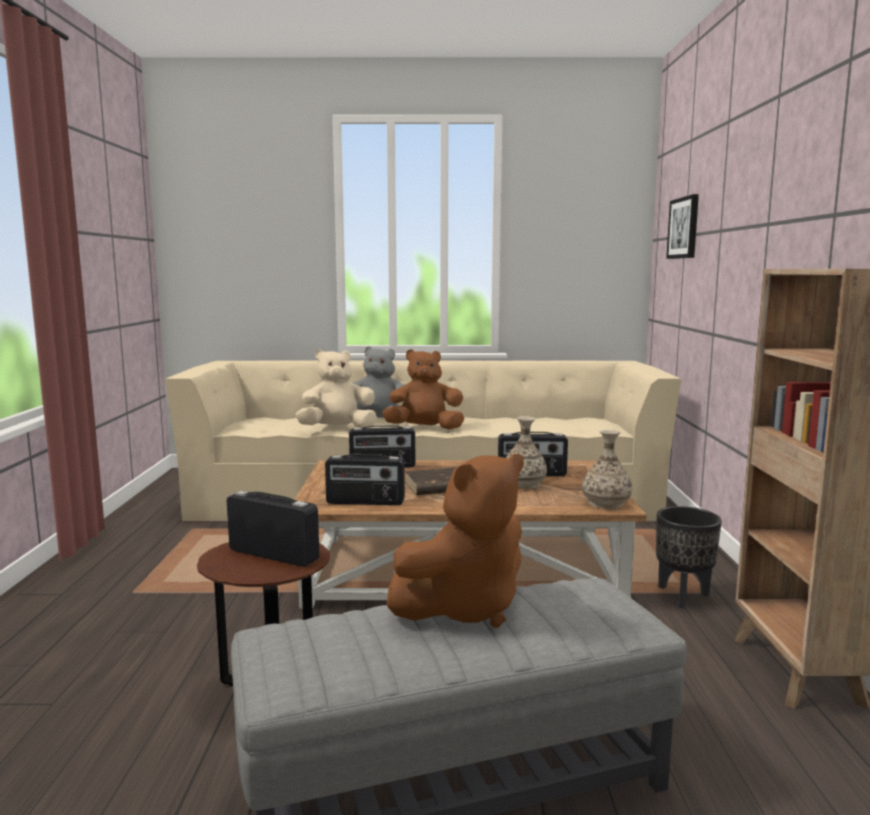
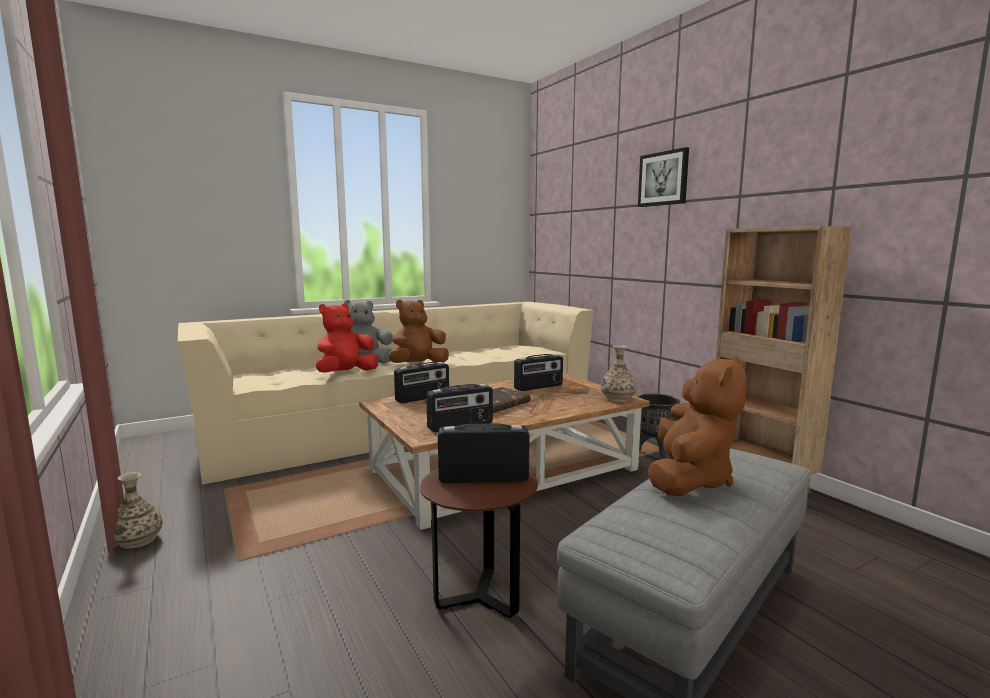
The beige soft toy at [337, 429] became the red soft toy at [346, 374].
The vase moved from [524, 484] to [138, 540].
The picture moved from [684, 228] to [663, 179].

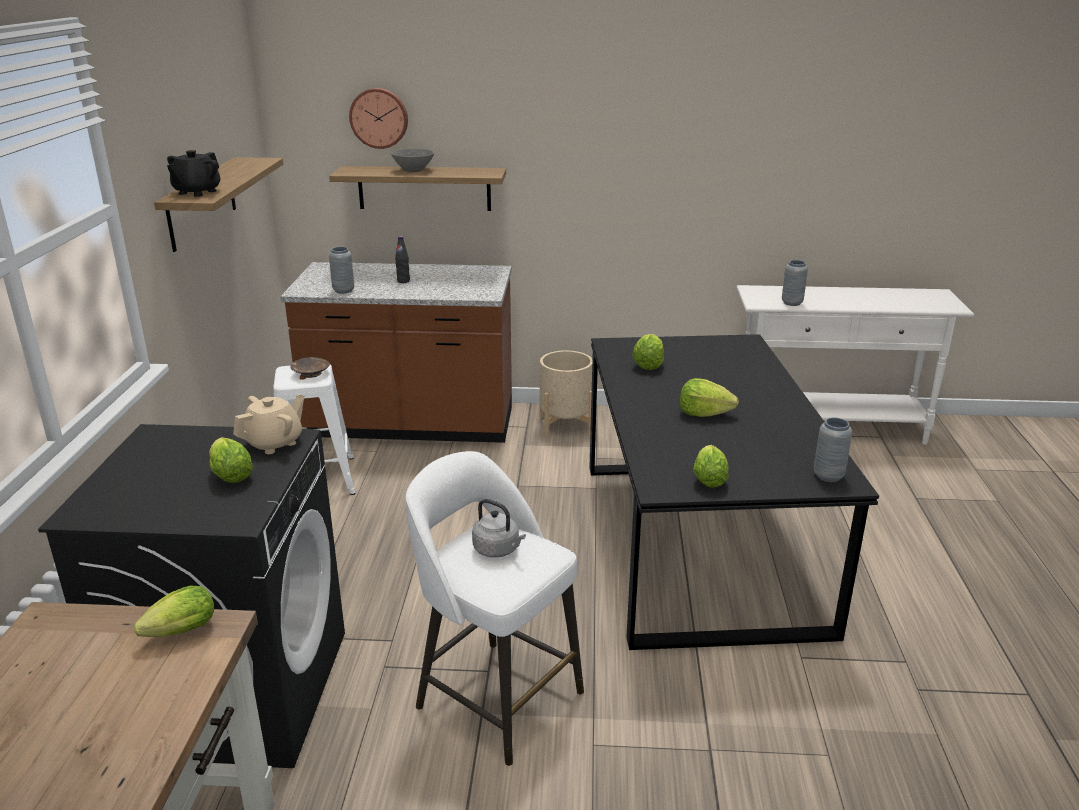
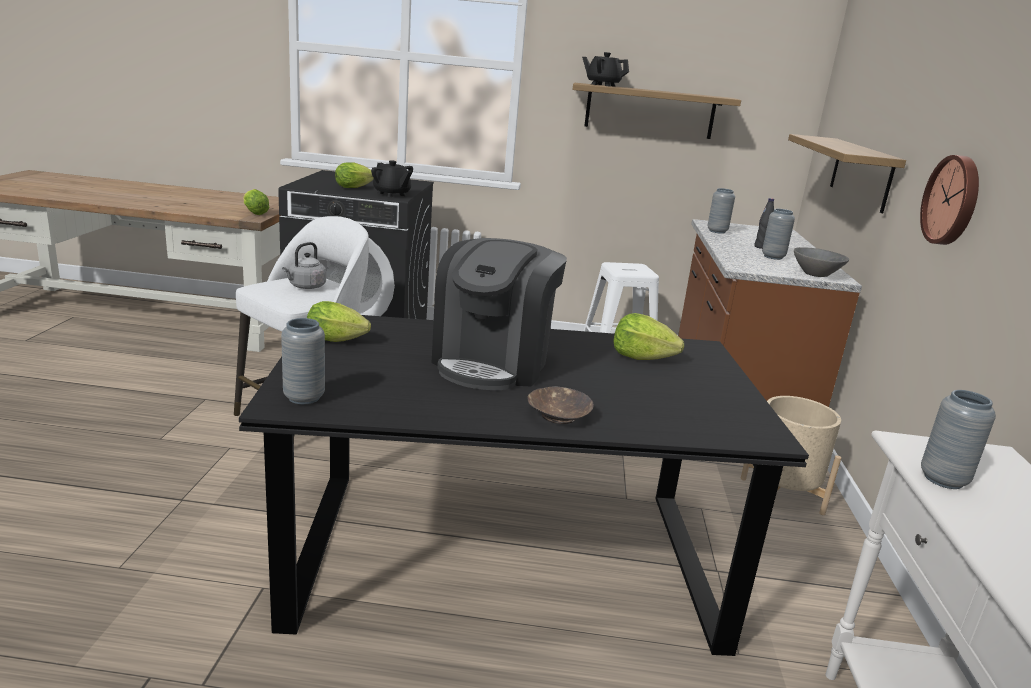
The beige teapot at [274, 443] became the black-coloured teapot at [391, 194].
The brownish bowl moved from [310, 373] to [558, 415].
The wall clock moved from [379, 118] to [953, 200].
The gray bowl moved from [414, 170] to [816, 275].
The head of lettuce at [704, 413] was replaced by the coffee brewer at [493, 363].
The gray vase at [773, 257] appeared.

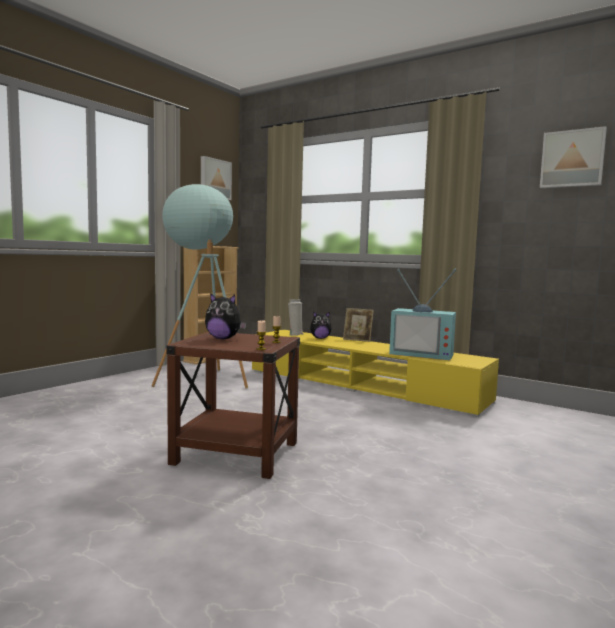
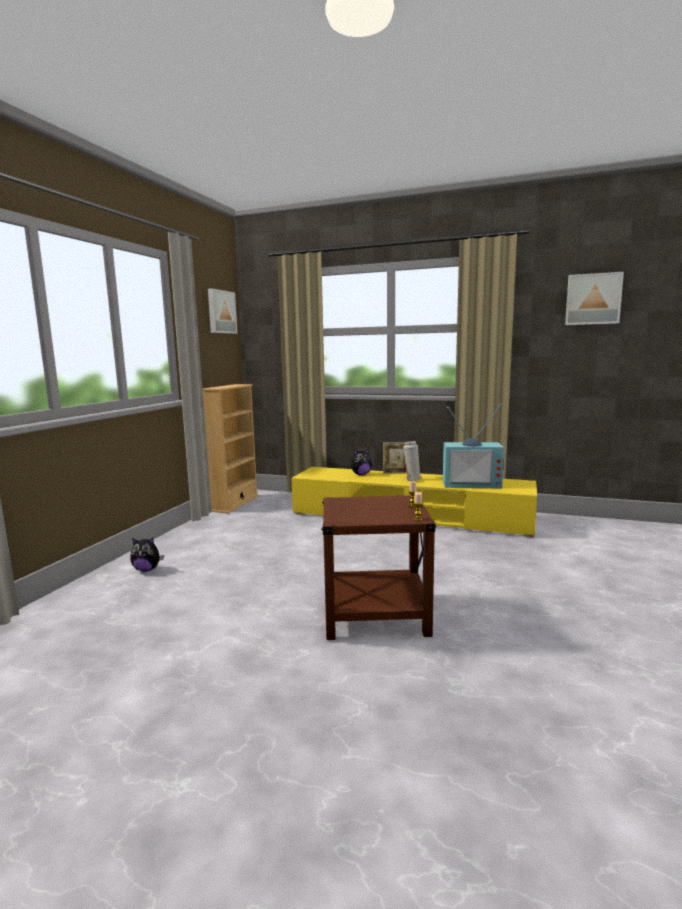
The blue-green floor lamp at [202, 377] disappeared.
The soft toy moved from [223, 339] to [147, 569].
The white-coloured vase moved from [295, 335] to [412, 479].

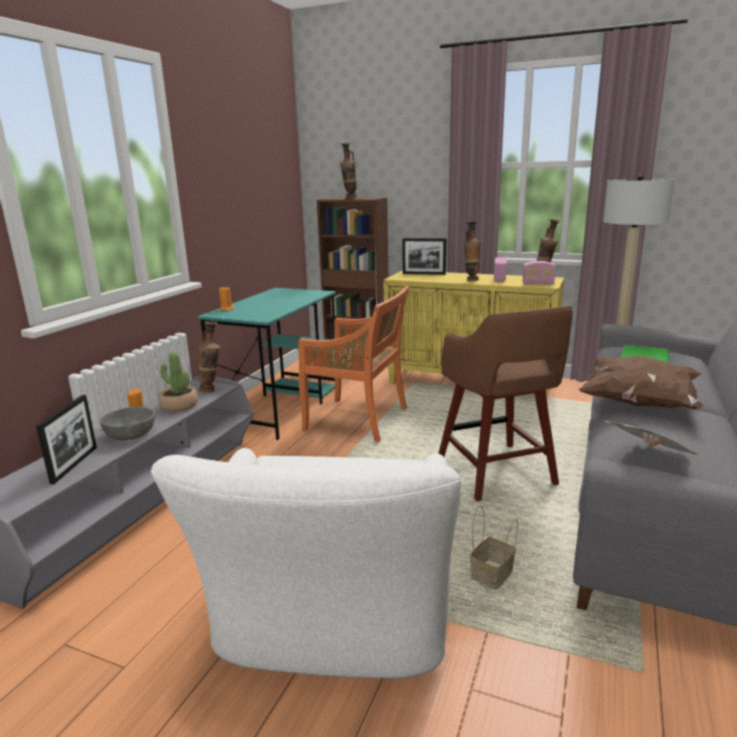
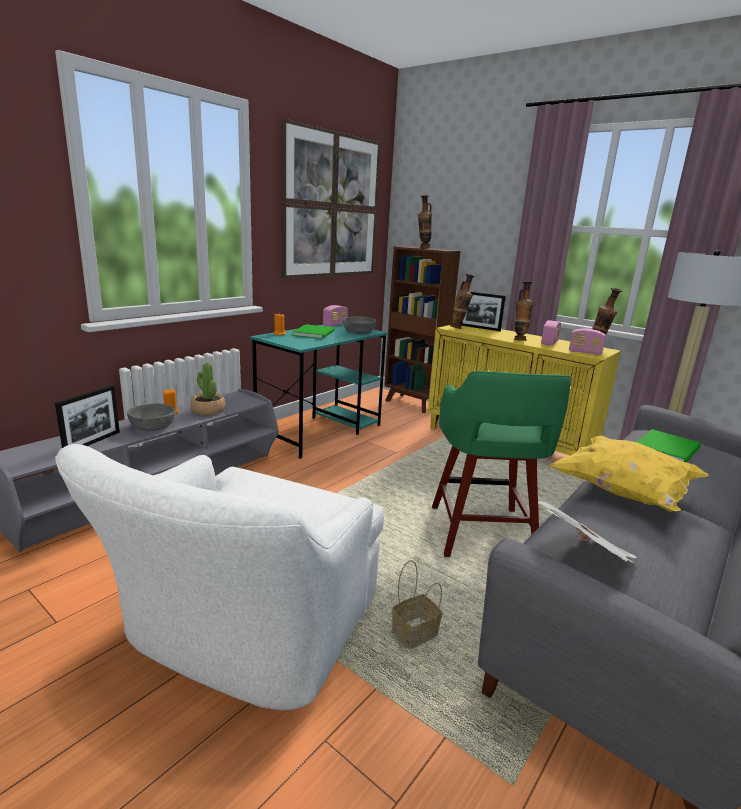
The vase moved from [212, 390] to [459, 328].
The orange upright chair at [358, 420] disappeared.
The brownish stool at [497, 473] became the green-coloured stool at [482, 534].
The brownish throw pillow at [638, 403] became the yellowish throw pillow at [623, 493].
The picture at [331, 206] appeared.
The green-coloured book at [315, 333] appeared.
The radio at [335, 325] appeared.
The gray bowl at [359, 332] appeared.

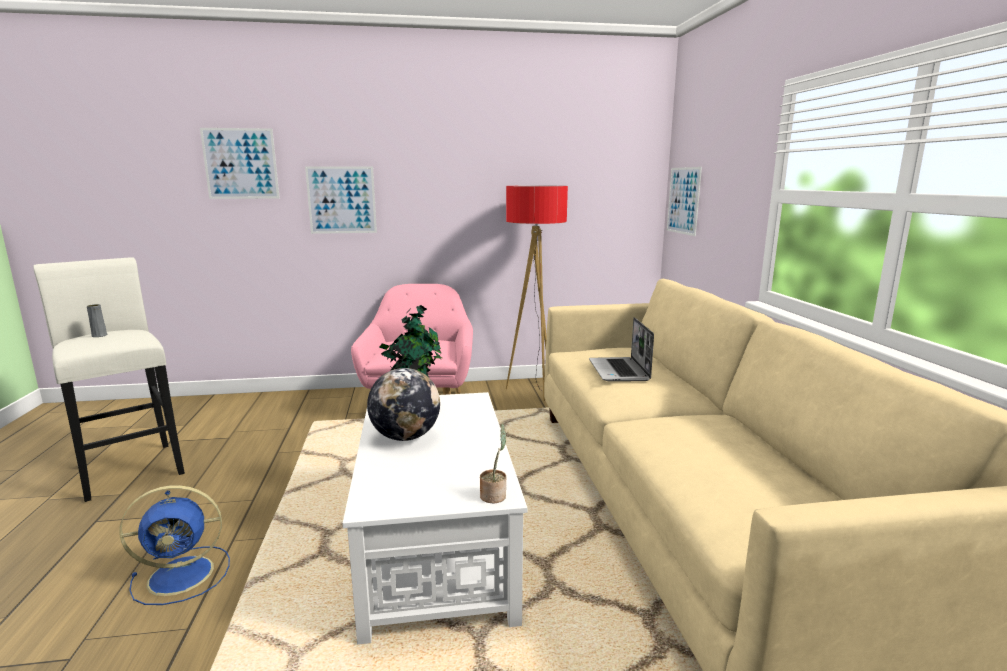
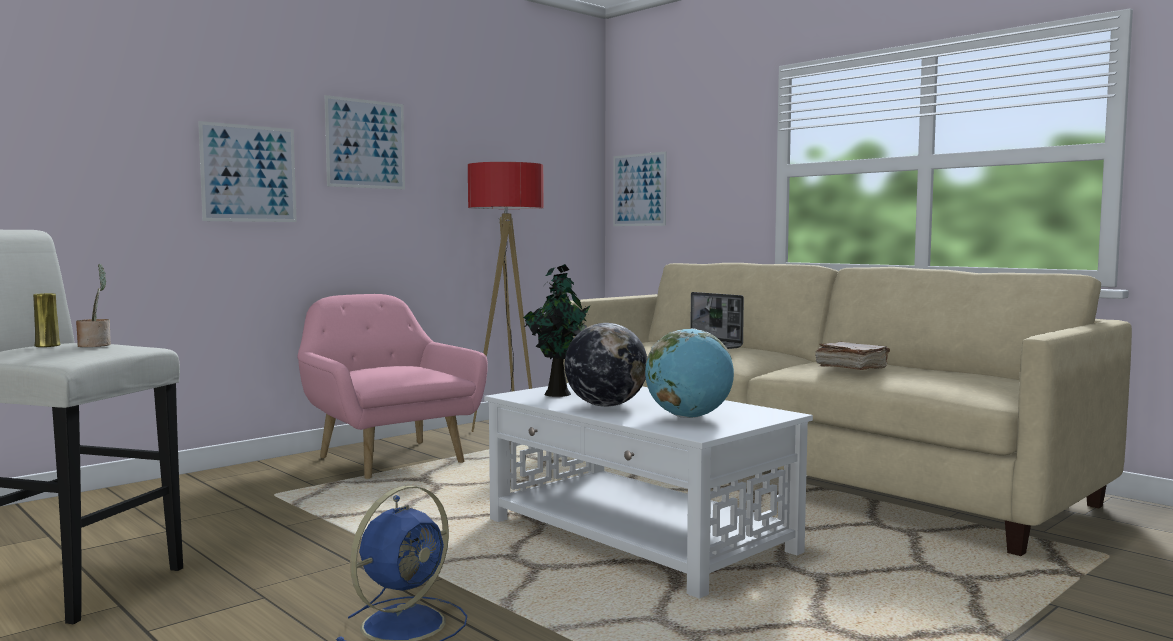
The gray vase at [99, 335] became the yellowish vase at [47, 346].
The picture moved from [240, 163] to [365, 144].
The potted plant moved from [494, 495] to [95, 345].
The world globe at [689, 417] appeared.
The brownish book at [850, 368] appeared.

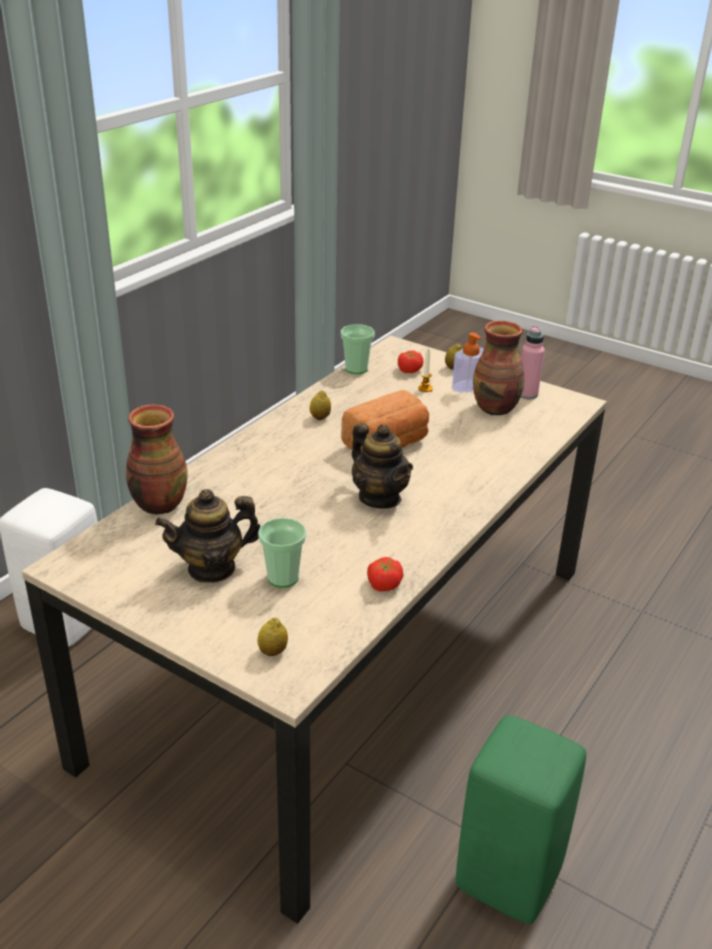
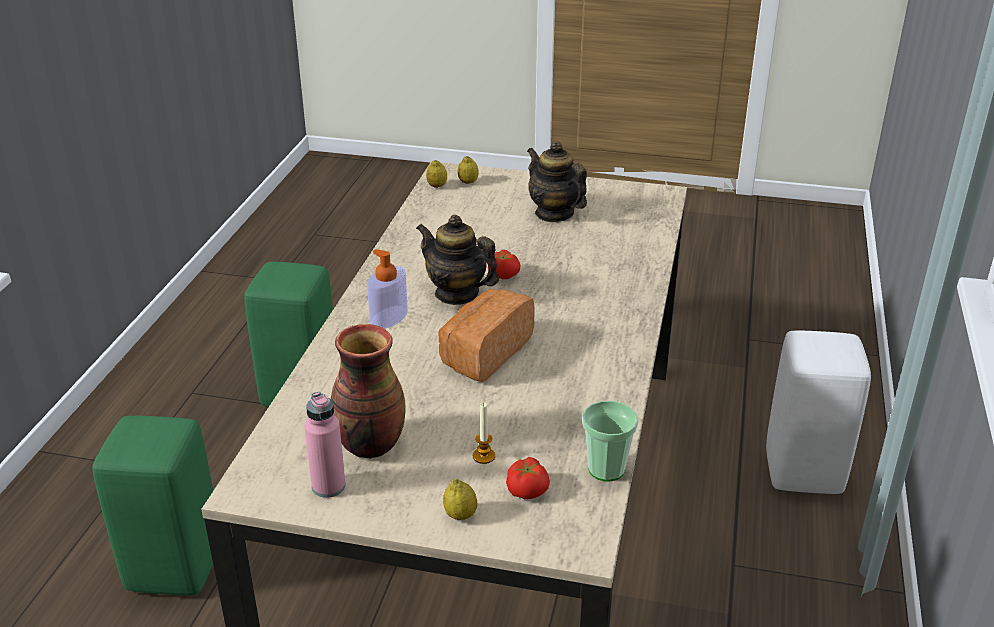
The vase at [158, 504] disappeared.
The teapot at [212, 568] turned 90 degrees counterclockwise.
The cup at [283, 577] disappeared.
The lemon moved from [320, 417] to [437, 186].
The whole tomato moved from [383, 584] to [504, 275].
The liquid soap bottle moved from [467, 386] to [389, 317].
The green-coloured stool at [174, 567] appeared.

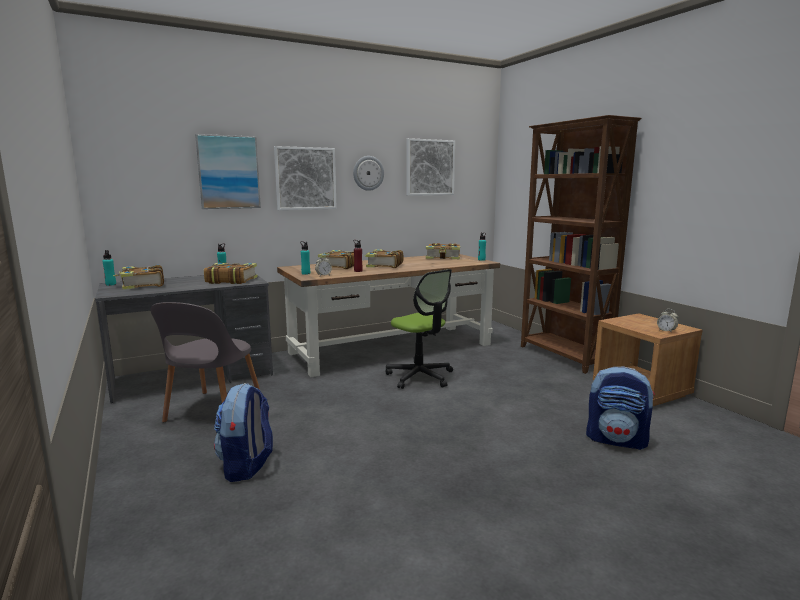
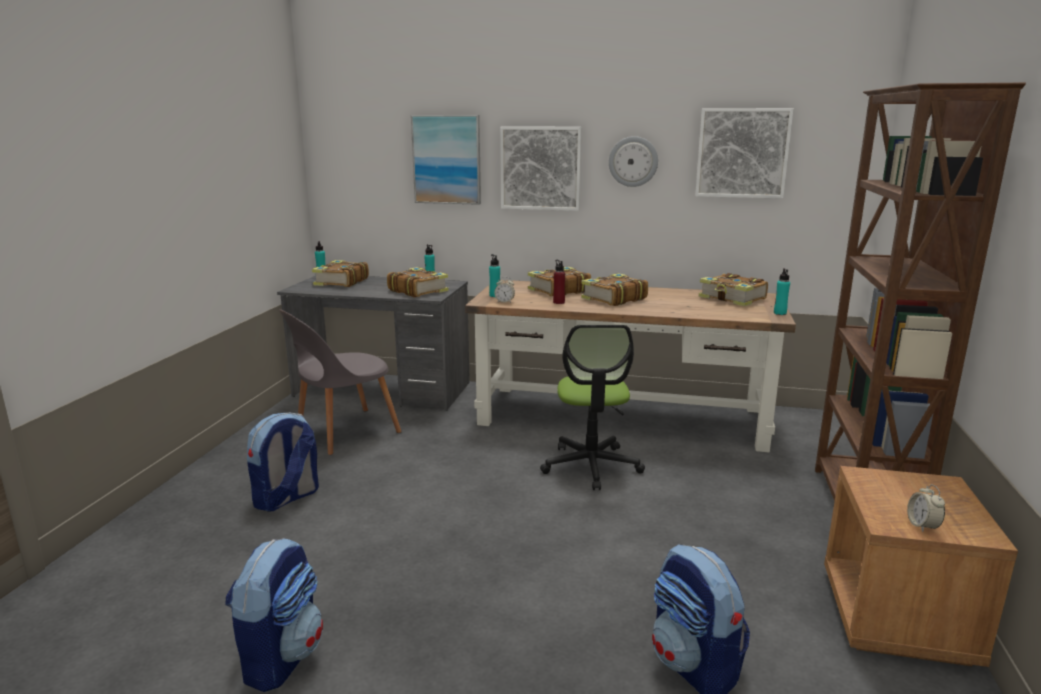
The knapsack at [281, 657] appeared.

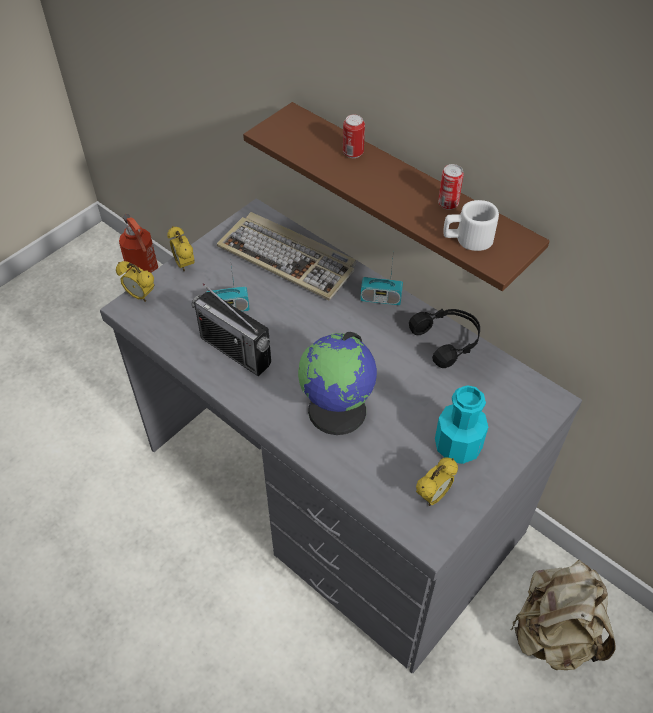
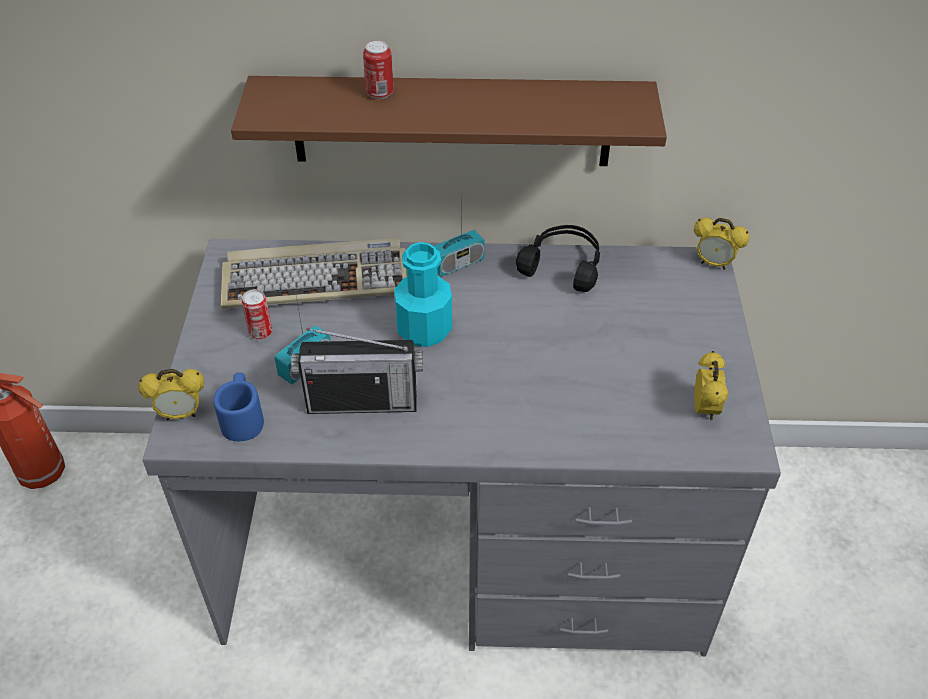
The table clock moved from [184, 264] to [713, 263].
The world globe at [338, 410] disappeared.
The blue-green bottle moved from [457, 446] to [424, 329].
The sealed can moved from [448, 204] to [260, 332].
The white-coloured mug at [467, 239] disappeared.
The beige knapsack at [554, 633] disappeared.
The blue mug at [243, 418] appeared.

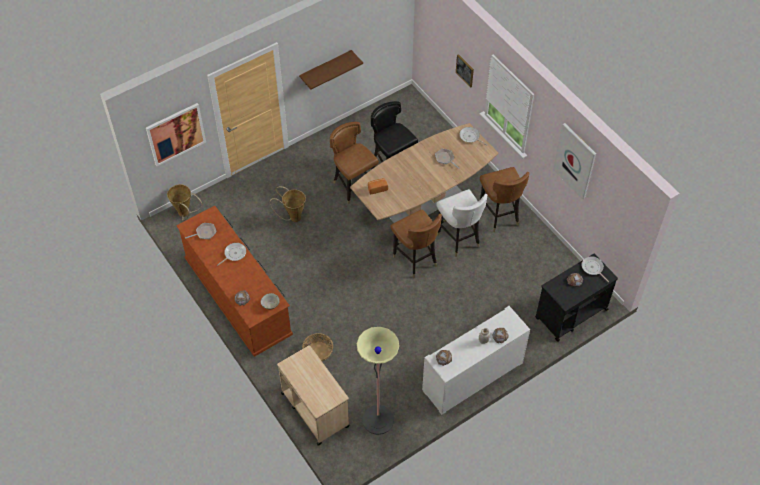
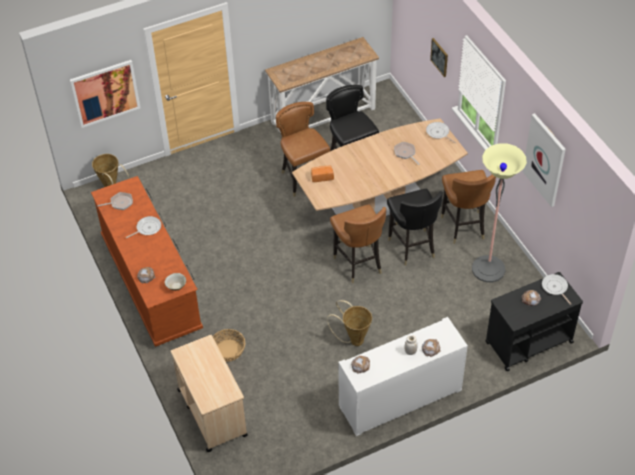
The storage basket moved from [293, 217] to [353, 339].
The brownish bracket shelf at [325, 68] disappeared.
The floor lamp moved from [378, 420] to [488, 269].
The white-coloured upright chair at [459, 239] became the black-coloured upright chair at [412, 247].
The console table at [323, 115] appeared.

